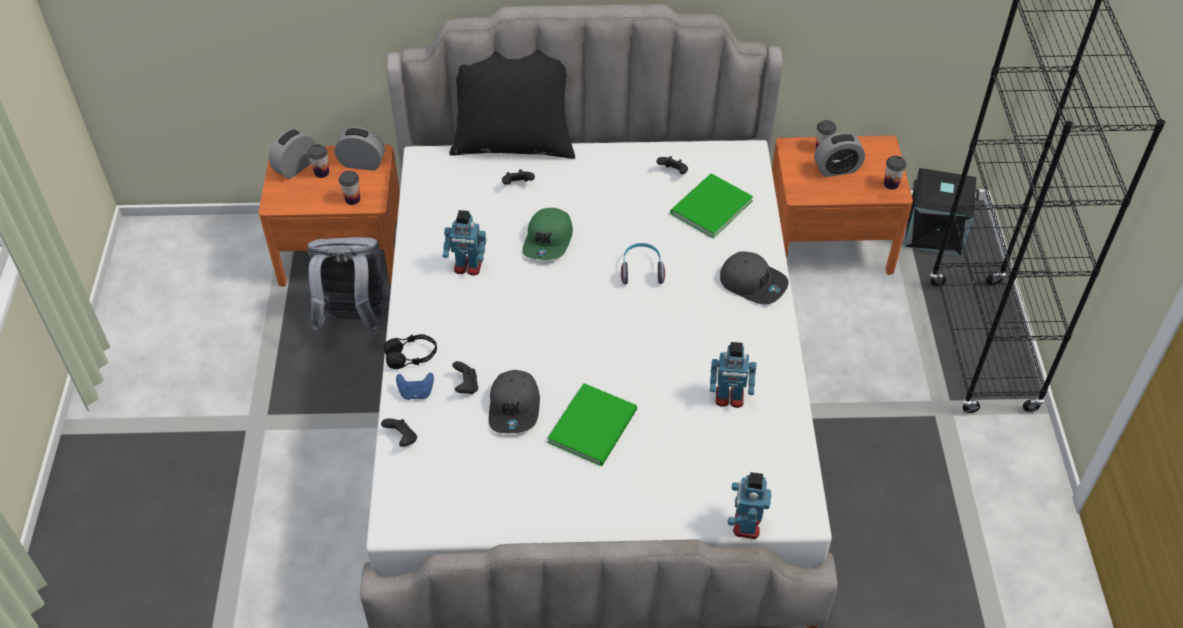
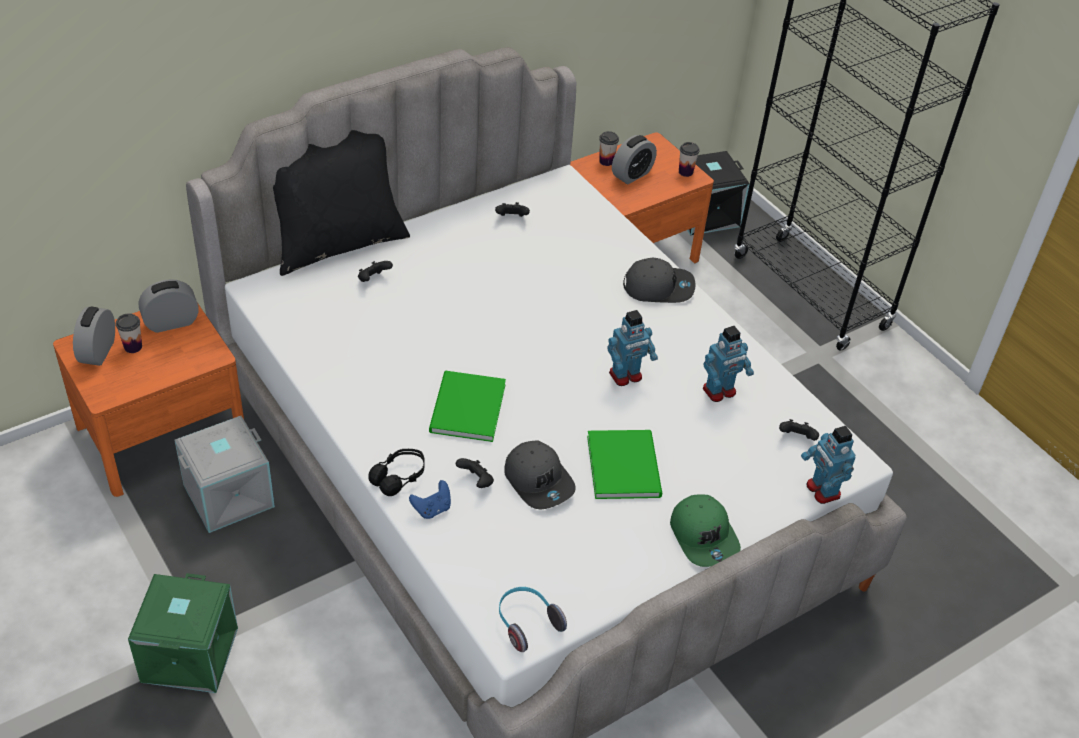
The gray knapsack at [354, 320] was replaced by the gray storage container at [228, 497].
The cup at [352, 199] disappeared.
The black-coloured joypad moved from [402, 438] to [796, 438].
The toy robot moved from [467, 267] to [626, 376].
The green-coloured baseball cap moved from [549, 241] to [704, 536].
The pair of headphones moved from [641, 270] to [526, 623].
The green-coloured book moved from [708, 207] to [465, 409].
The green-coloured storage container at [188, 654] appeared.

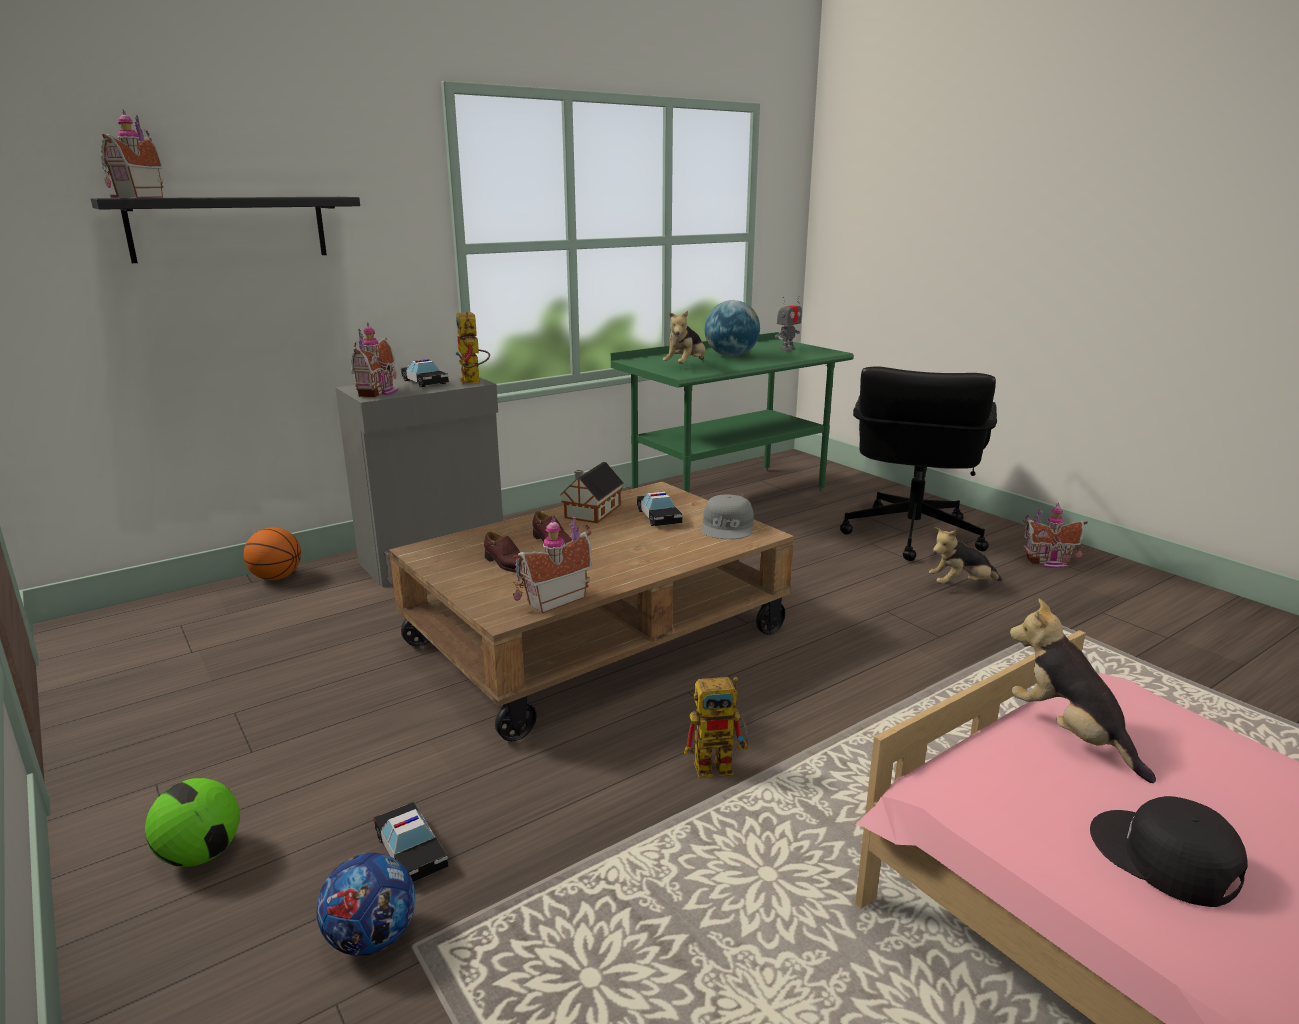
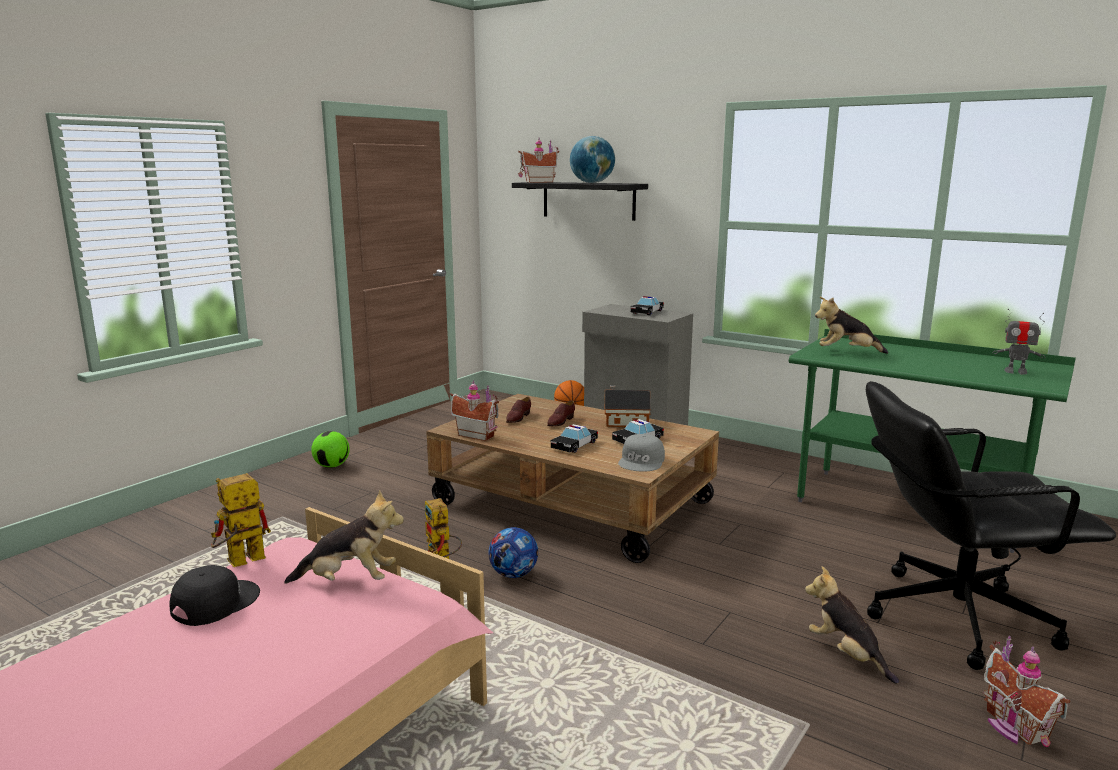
The football ball moved from [372, 938] to [513, 574].
The model house at [380, 392] disappeared.
The toy car moved from [411, 851] to [574, 445].
The toy robot moved from [473, 382] to [239, 563].
The gray baseball cap at [728, 527] turned 60 degrees counterclockwise.
The world globe moved from [731, 356] to [592, 183].
The soft toy at [1070, 734] turned 45 degrees clockwise.

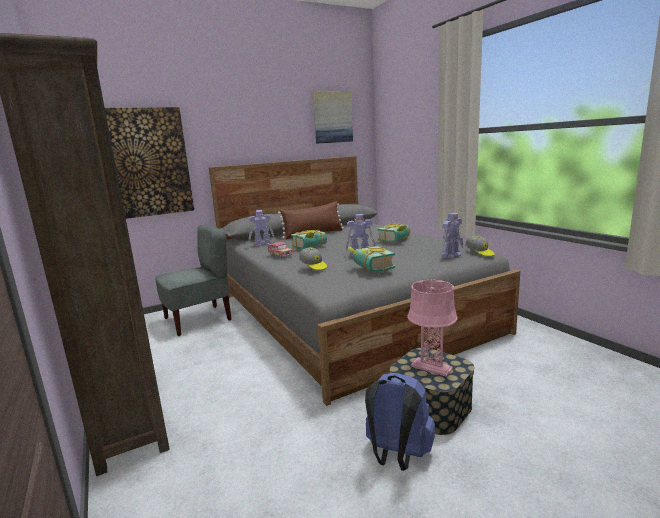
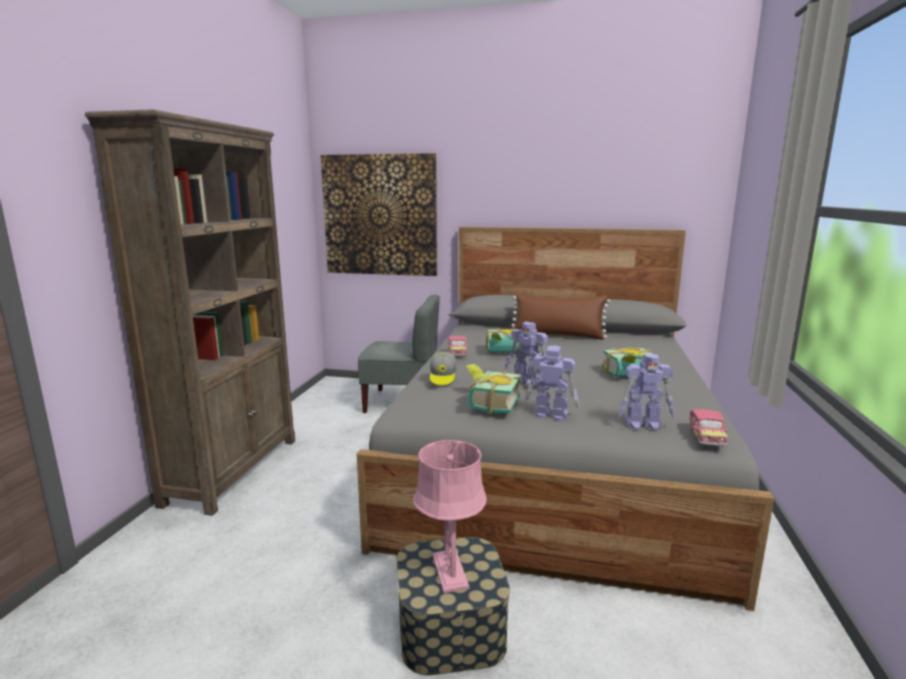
The toy robot moved from [262, 244] to [550, 414].
The picture at [332, 117] disappeared.
The blue knapsack at [397, 456] disappeared.
The baseball cap at [479, 253] was replaced by the toy car at [706, 437].

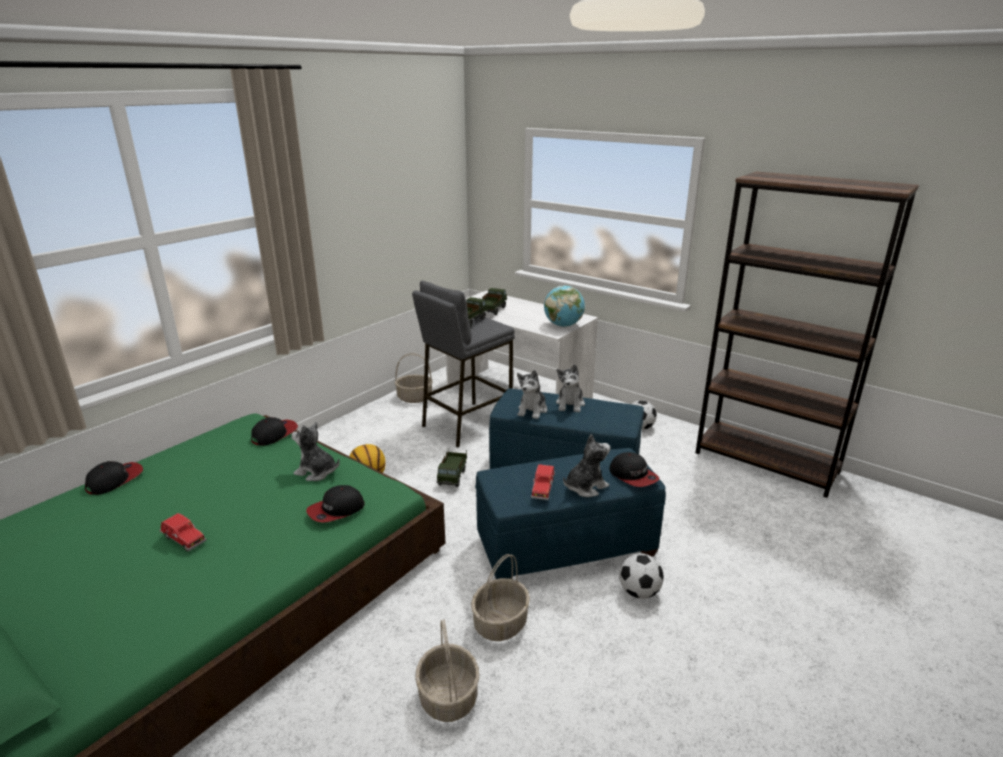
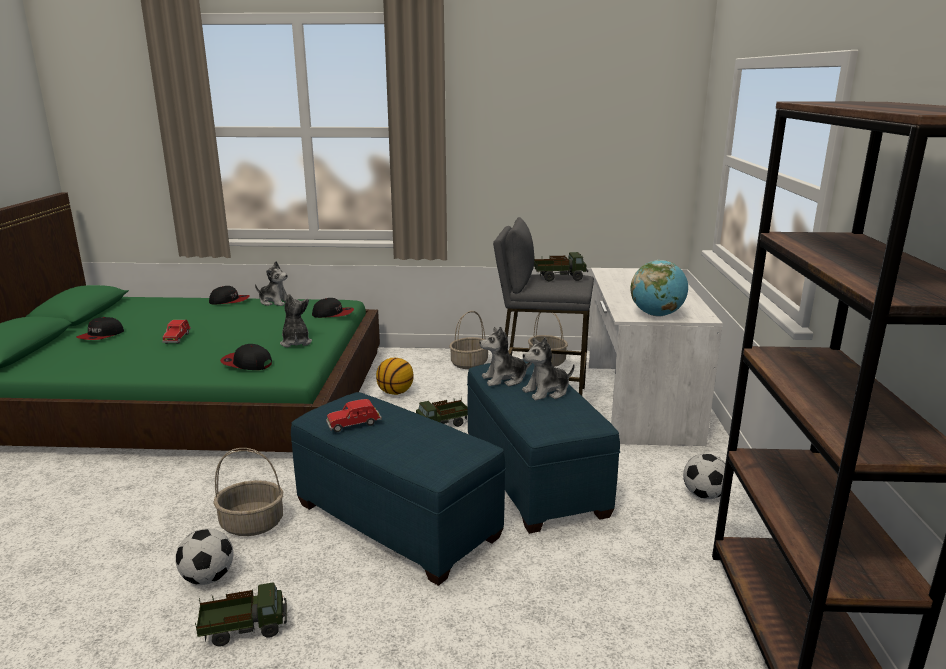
The storage basket moved from [449, 698] to [469, 364].
The model truck moved from [492, 310] to [244, 629].
The soft toy moved from [585, 487] to [275, 302].
The baseball cap moved from [633, 476] to [101, 336].
The football ball moved from [639, 592] to [208, 578].

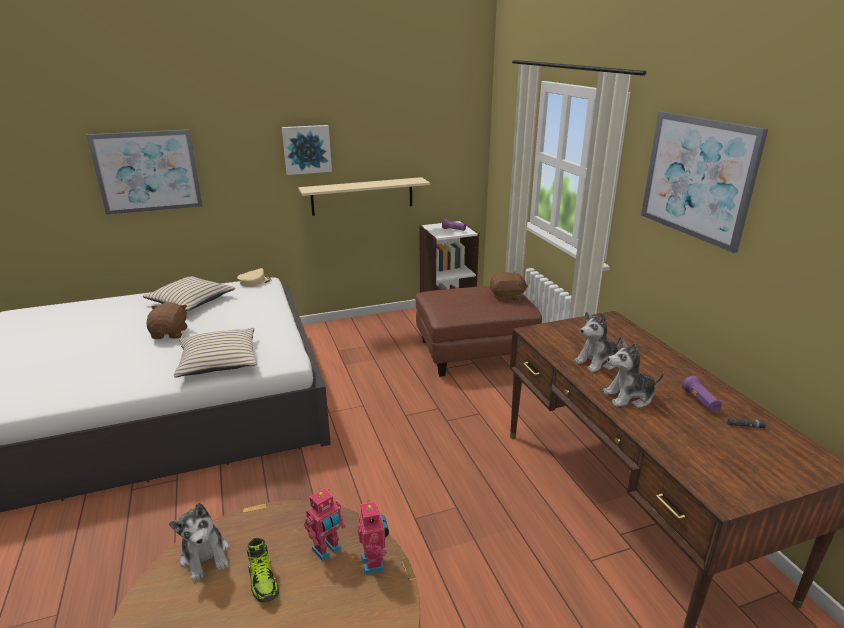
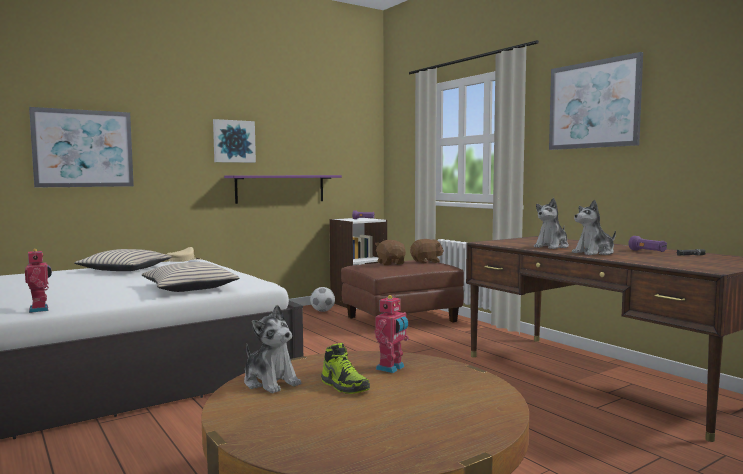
The brownish soft toy moved from [170, 333] to [391, 263].
The beige bracket shelf at [362, 196] became the purple-coloured bracket shelf at [280, 188].
The toy robot moved from [374, 562] to [40, 309].
The football ball at [322, 311] appeared.

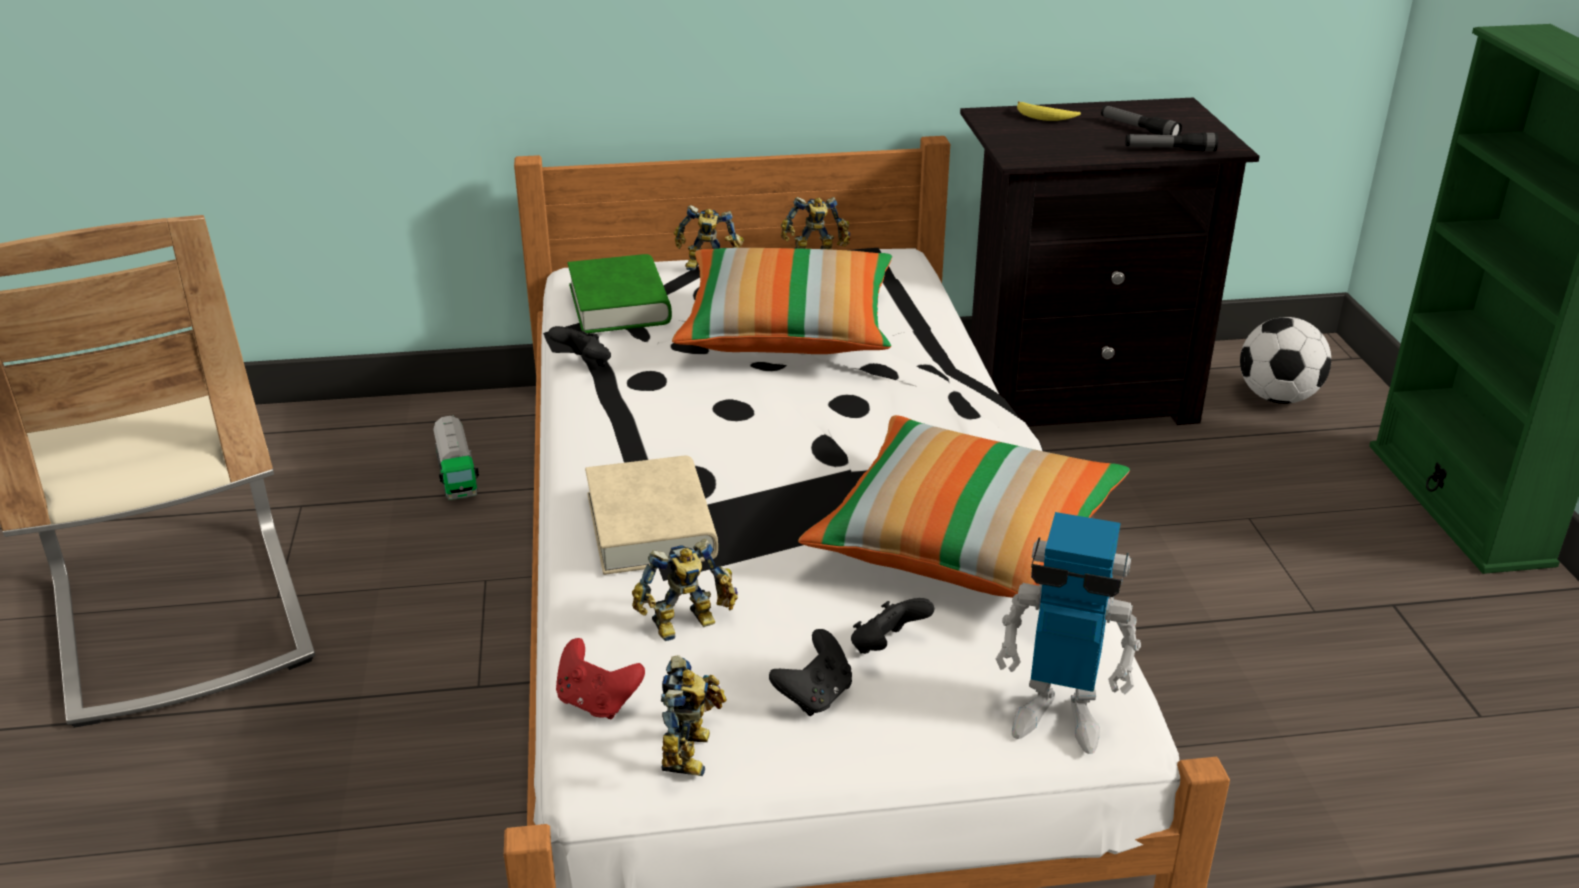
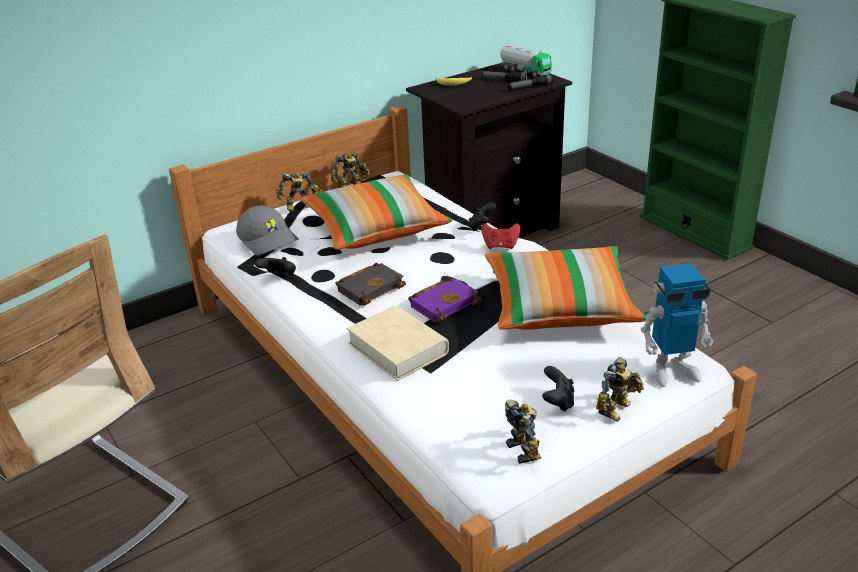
The model truck moved from [456, 474] to [524, 71].
The red joypad moved from [597, 702] to [500, 246].
The green-coloured book at [619, 304] was replaced by the gray baseball cap at [269, 239].
The toy robot moved from [687, 625] to [618, 409].
The black-coloured joypad moved from [887, 647] to [481, 227].
The football ball at [1277, 397] disappeared.
The black-coloured book at [370, 287] appeared.
The purple-coloured book at [444, 303] appeared.

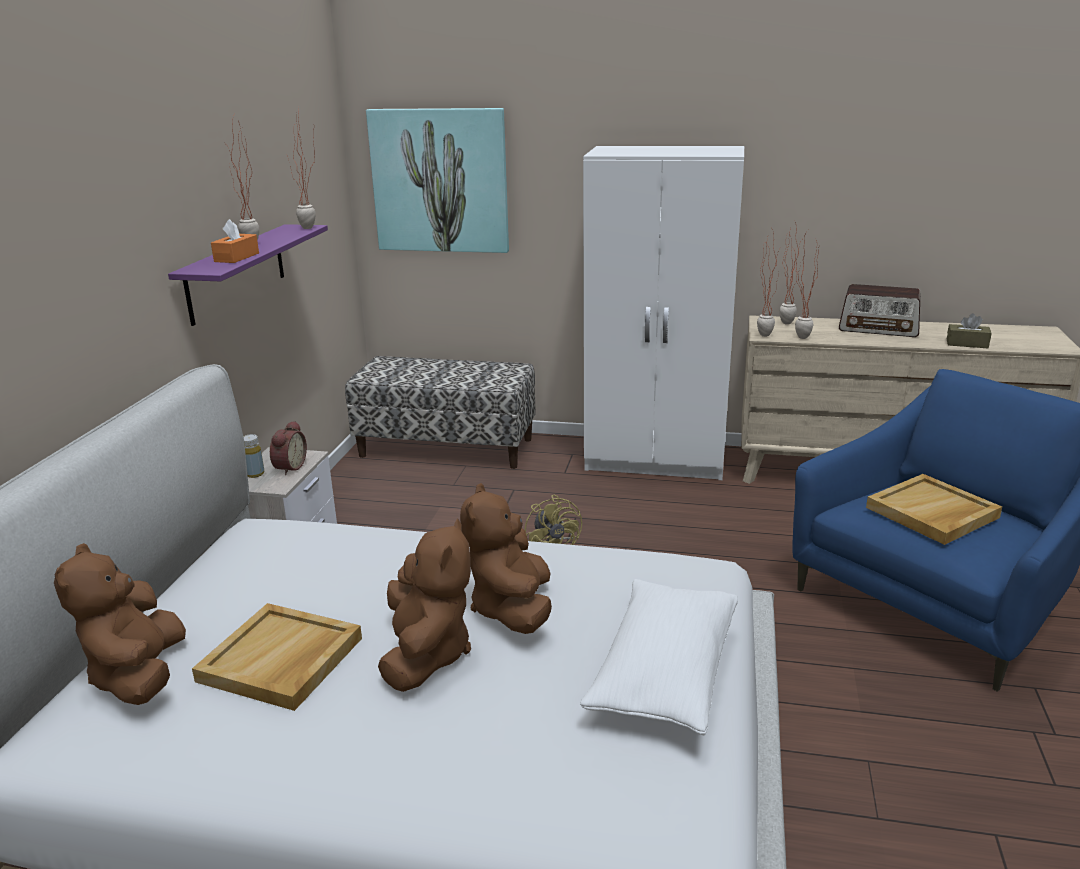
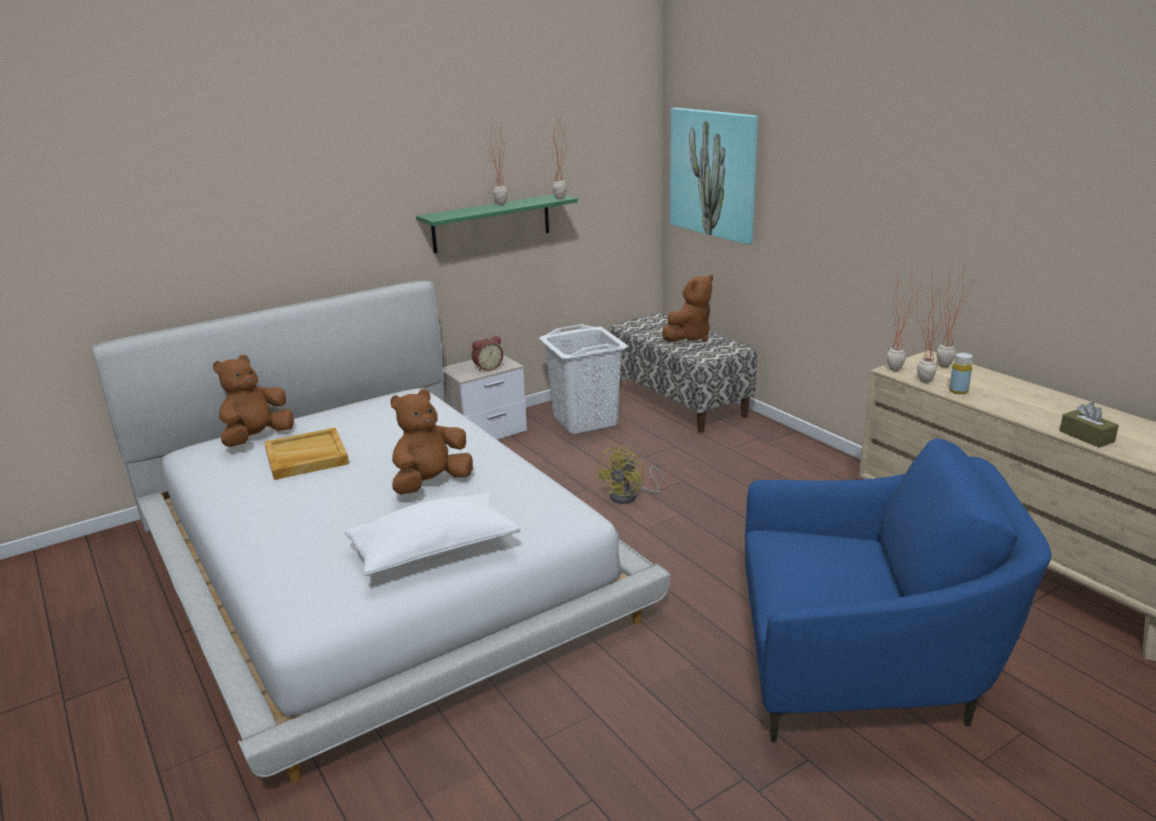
The purple-coloured bracket shelf at [236, 273] became the green-coloured bracket shelf at [491, 223].
The orange box of tissues at [237, 257] disappeared.
The yellowish bottle moved from [255, 474] to [958, 391].
The brownish soft toy moved from [426, 655] to [689, 337].
The white-coloured clothes cupboard at [657, 460] disappeared.
The radio at [879, 328] disappeared.
The beige carrying tray at [932, 513] disappeared.
The white-coloured washing basket at [585, 421] appeared.

